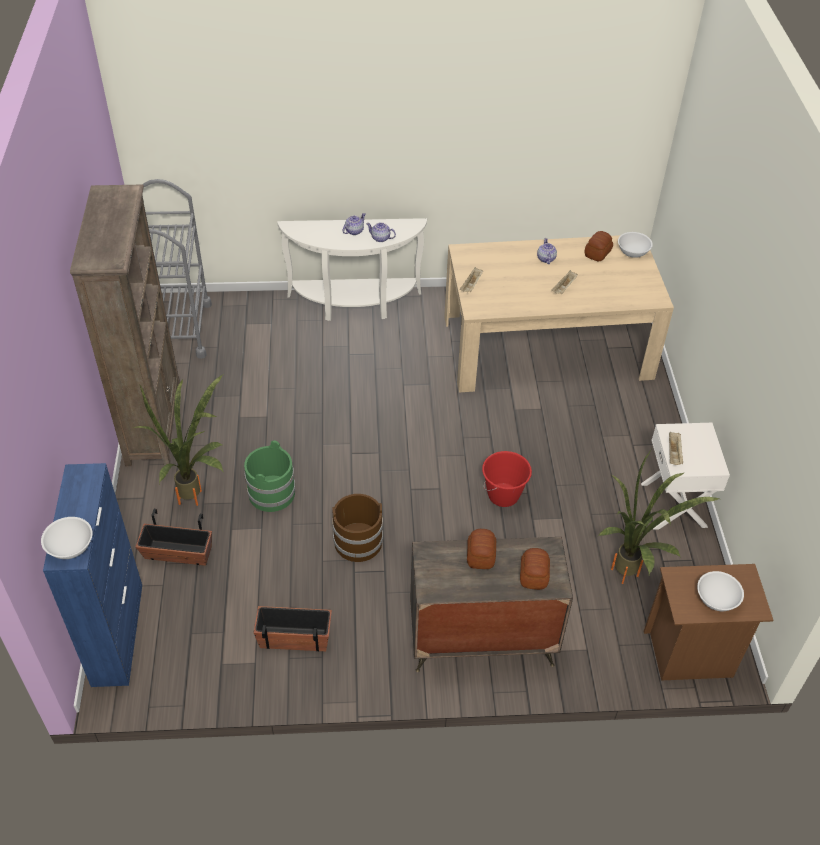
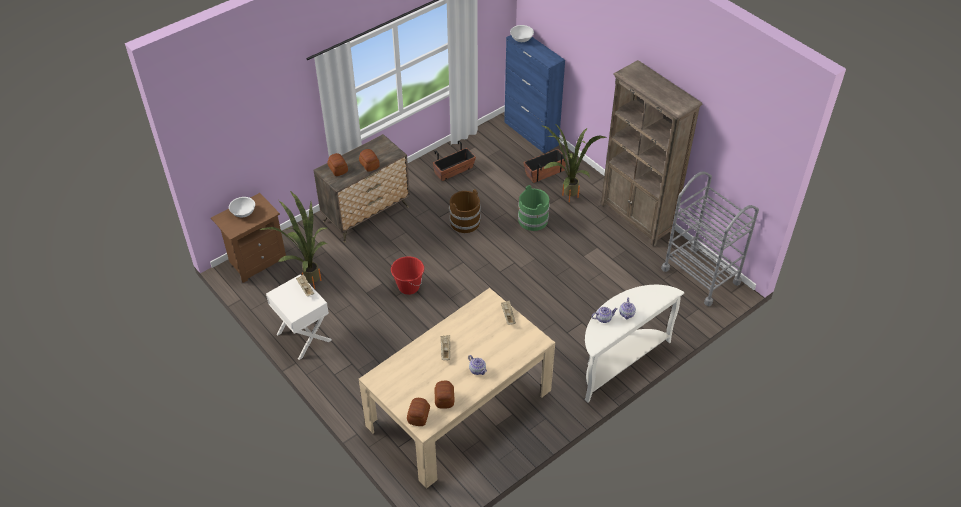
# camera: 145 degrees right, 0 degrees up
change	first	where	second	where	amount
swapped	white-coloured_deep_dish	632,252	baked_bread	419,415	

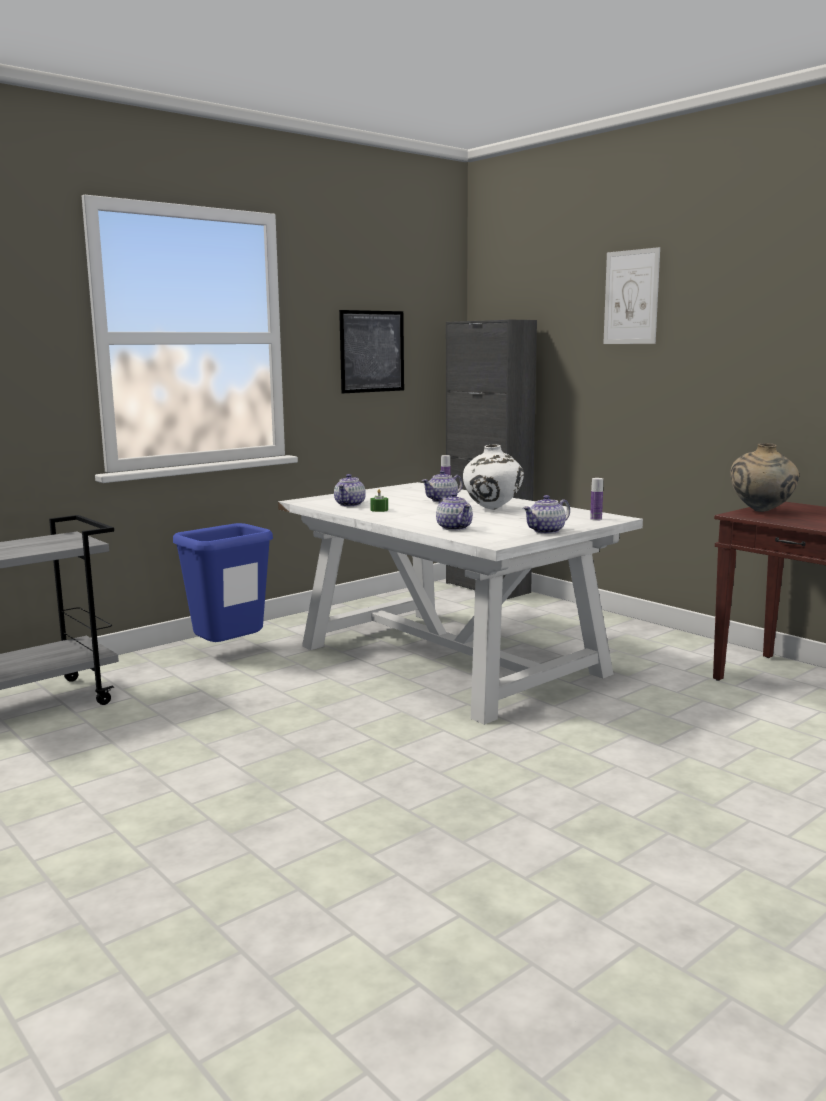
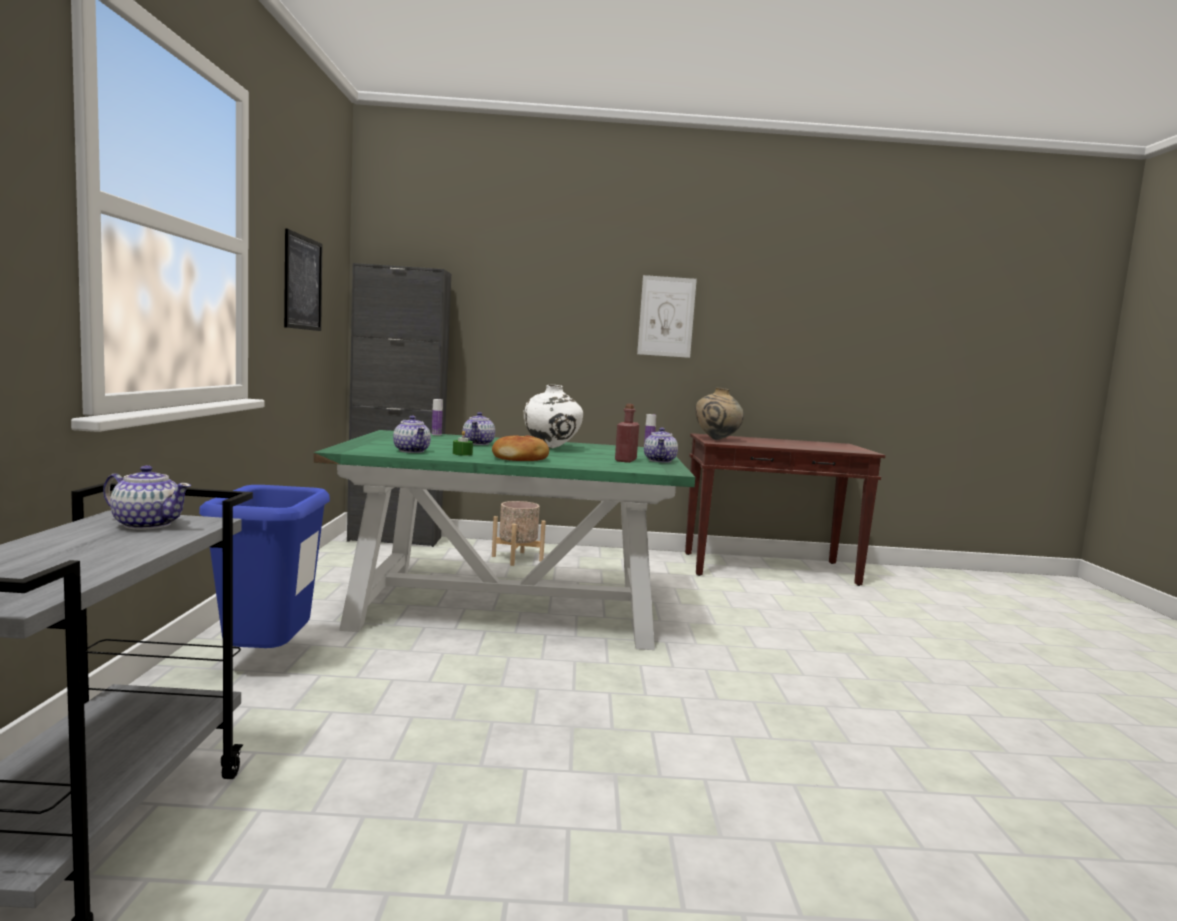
# camera: 50 degrees left, 5 degrees down
change	first	where	second	where	amount
shifted	wall_art	631,297		666,316	
repainted	white-coloured_dinner_table	451,660	green_dinner_table	510,606	
shifted	teapot	454,528		147,524	
new			red-coloured_bottle	625,460	
new			baked_bread	521,459	
new			beige-coloured_flower_pot	517,558	

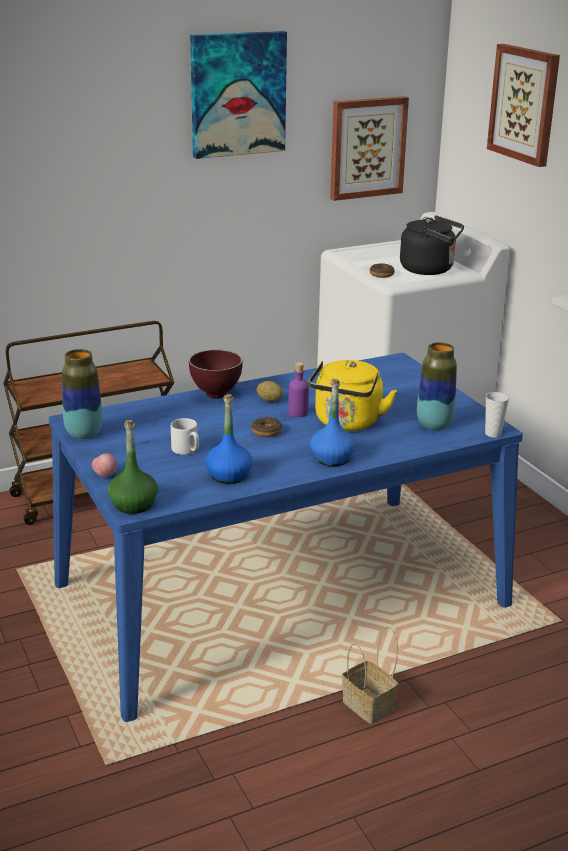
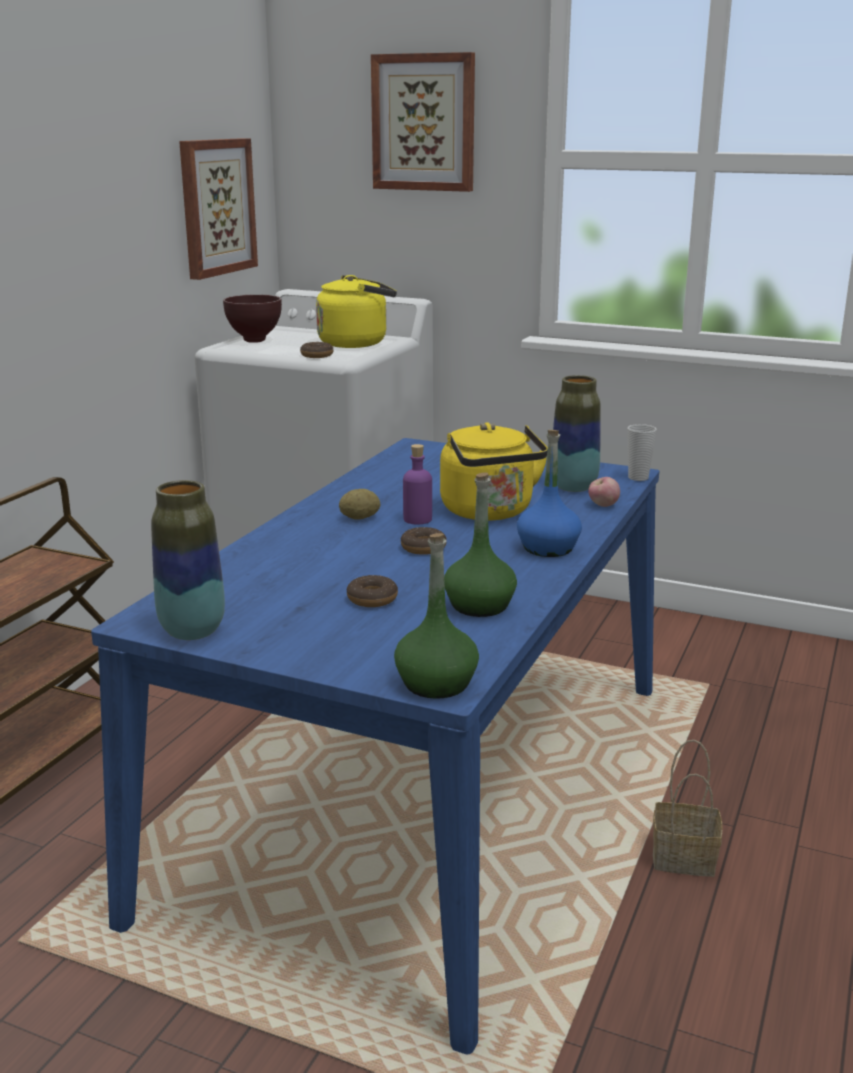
# camera: 40 degrees left, 5 degrees down
change	first	where	second	where	amount
gone	wall_art	237,94			
repainted	blackish_kettle	430,270	yellowish_kettle	357,343	
shifted	brown_deep_dish	217,395		256,340	
repainted	bluish_bottle	228,476	green_bottle	479,606	
swapped	greyish_tea_mug	187,450	donut	372,599	
shifted	apple	105,475		603,505	

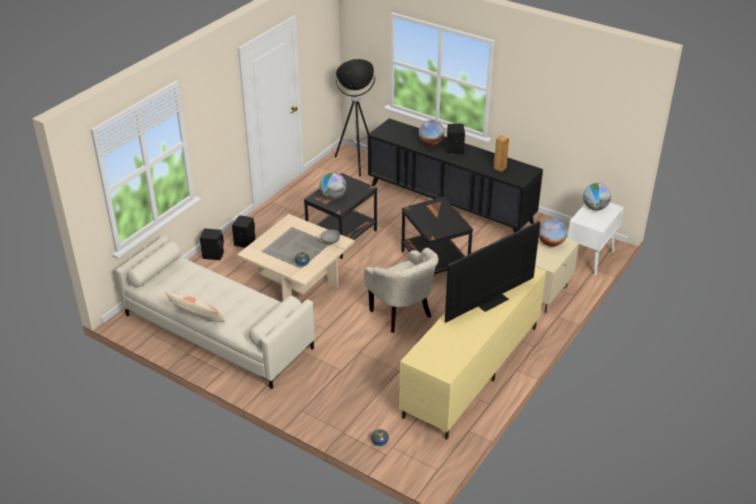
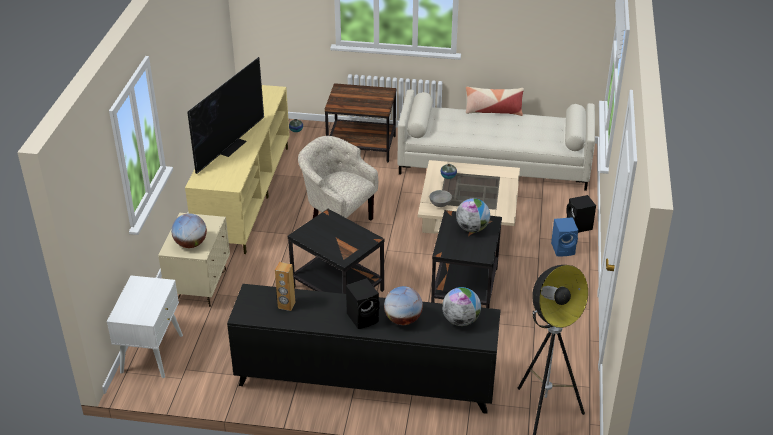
# camera: 155 degrees right, 0 degrees up
change	first	where	second	where	amount
shifted	globe	595,208		460,320	
repainted	blackish_audio_speaker	244,242	bluish_audio_speaker	564,249	
new			brown_end_table	362,146	

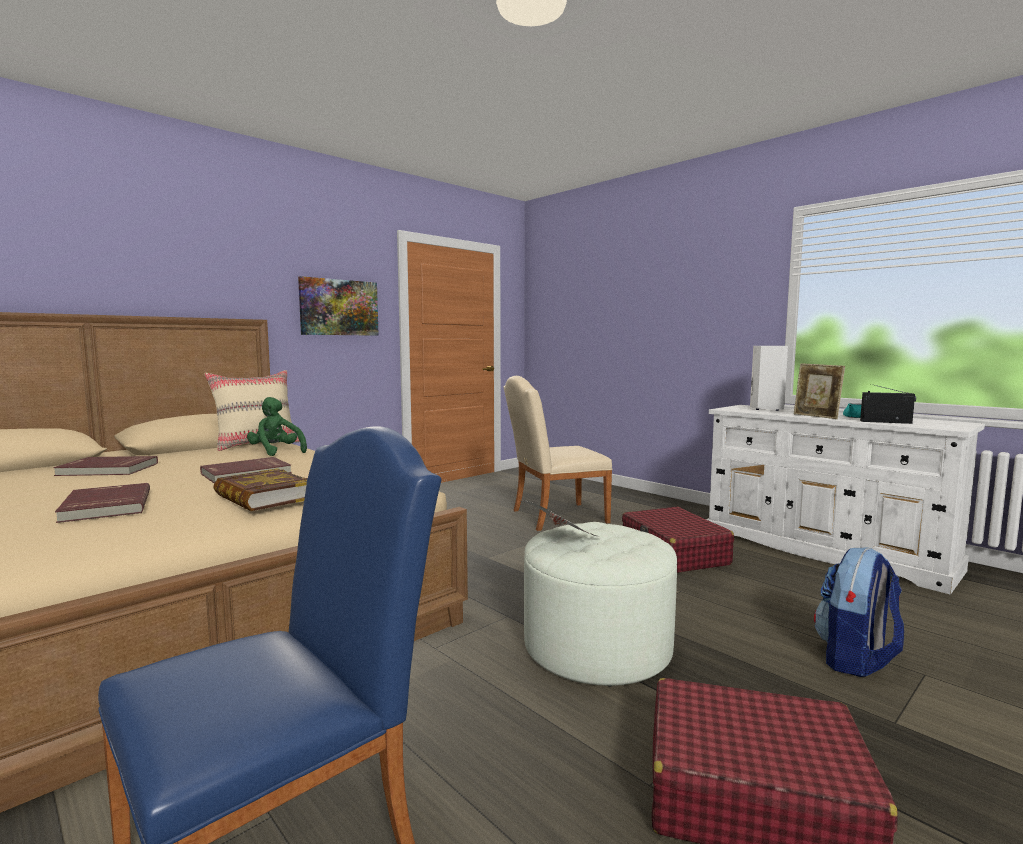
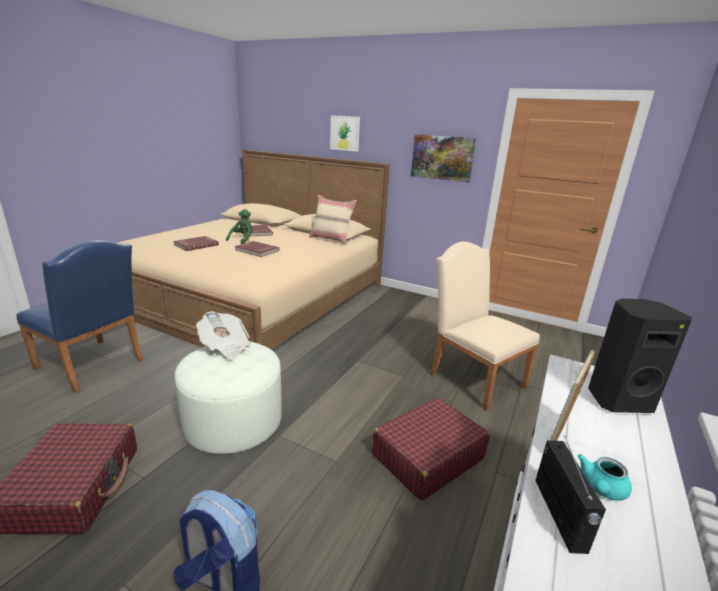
# camera: 70 degrees right, 15 degrees up
change	first	where	second	where	amount
repainted	white-coloured_audio_speaker	766,409	blackish_audio_speaker	617,400	
shifted	green_soft_toy	276,452		242,240	
gone	book	263,497			
new			wall_art	345,133	

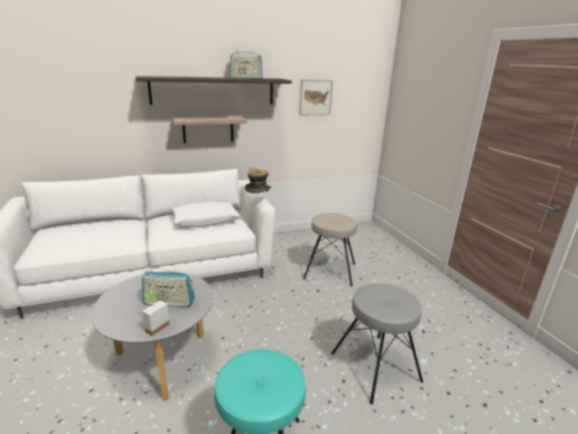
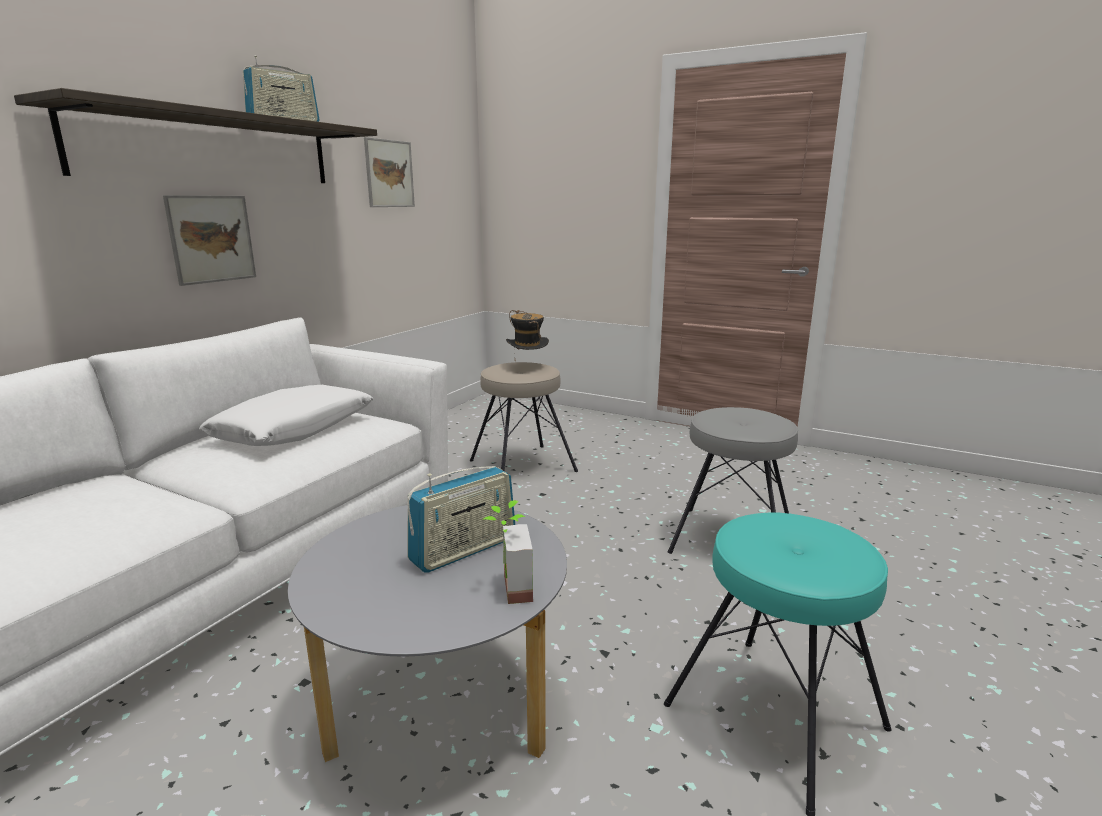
# camera: 40 degrees left, 5 degrees down
change	first	where	second	where	amount
swapped	wall_shelf	208,129	wall_art	211,239	
shifted	clothing_hat	258,201		527,366	

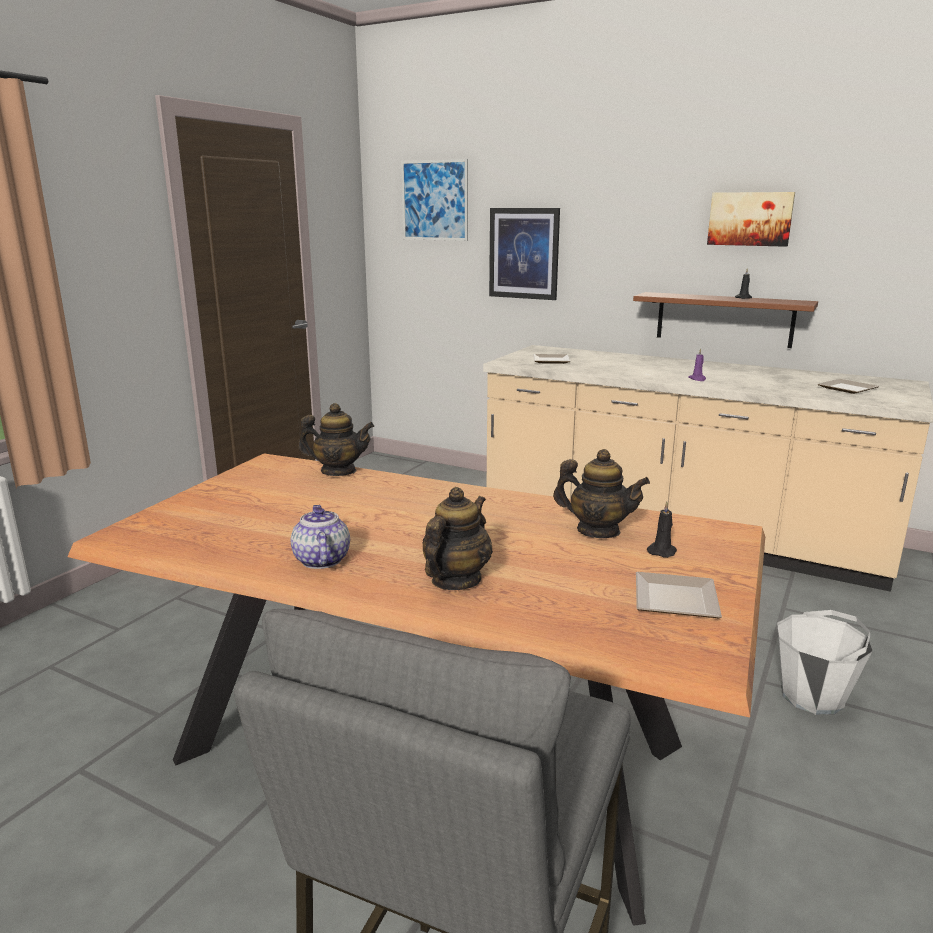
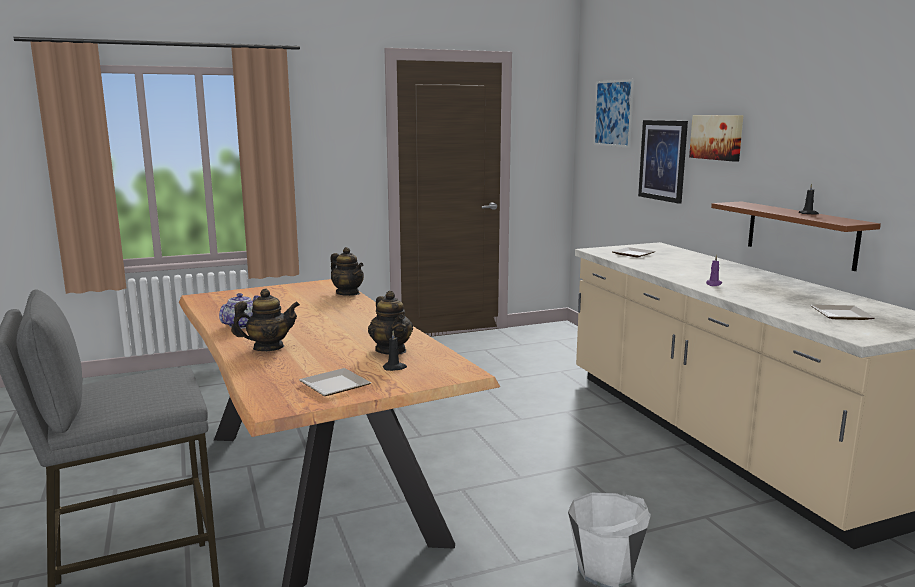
# camera: 40 degrees right, 5 degrees down
change	first	where	second	where	amount
shifted	wall_art	750,219		717,137	

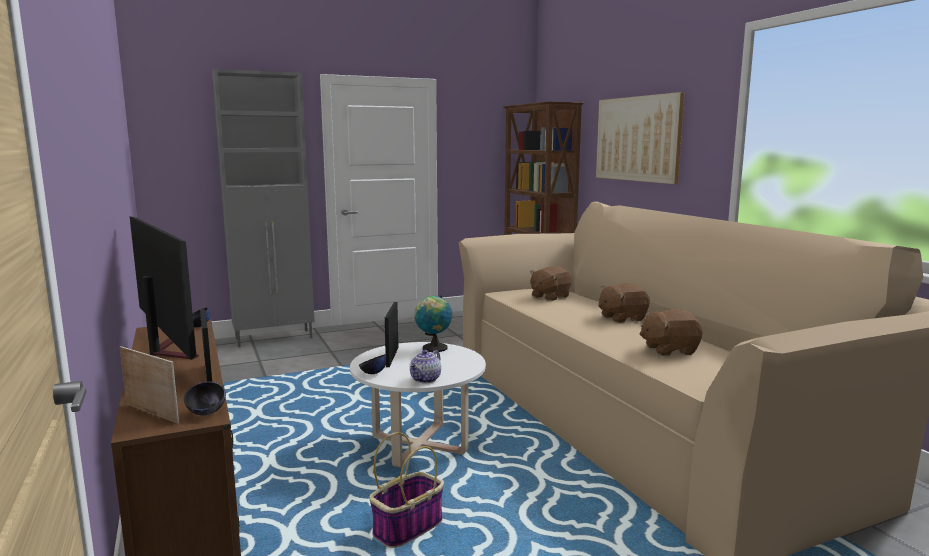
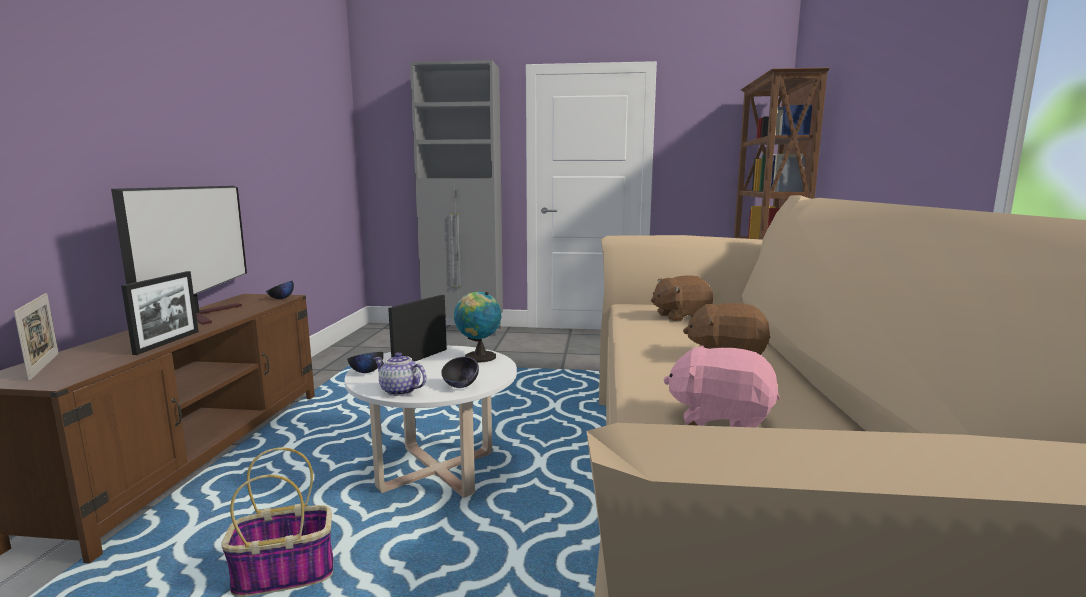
# camera: 30 degrees right, 0 degrees up
change	first	where	second	where	amount
gone	wall_art	637,139			
repainted	brown_soft_toy	669,350	pinkish_soft_toy	720,419	
rotated	teapot	426,380		399,391	60 degrees clockwise
shifted	blackish_deep_dish	206,413		460,386	

